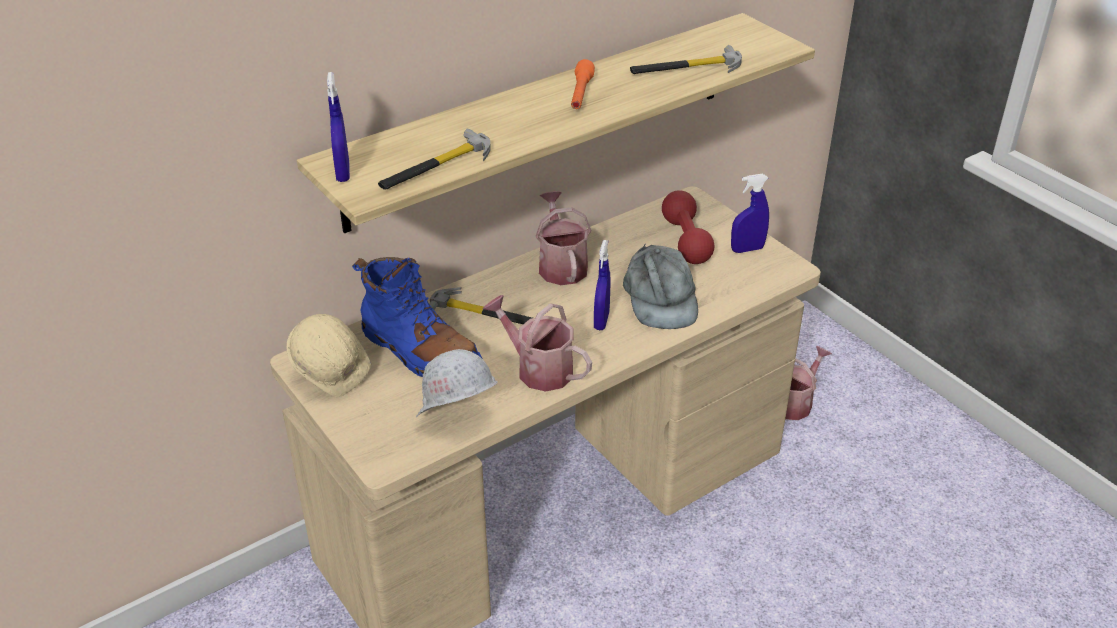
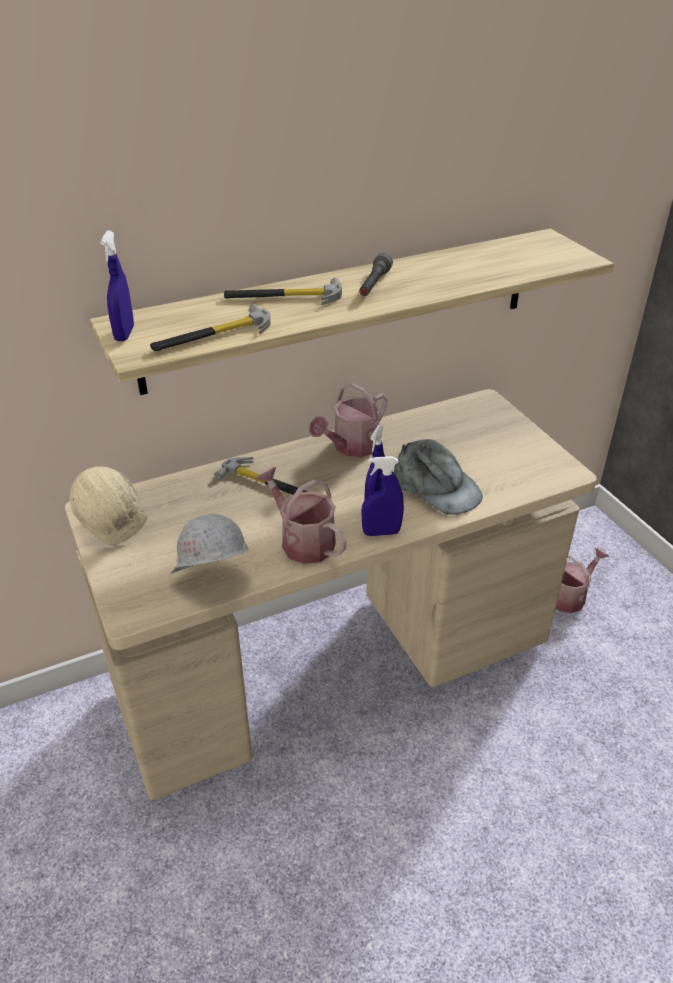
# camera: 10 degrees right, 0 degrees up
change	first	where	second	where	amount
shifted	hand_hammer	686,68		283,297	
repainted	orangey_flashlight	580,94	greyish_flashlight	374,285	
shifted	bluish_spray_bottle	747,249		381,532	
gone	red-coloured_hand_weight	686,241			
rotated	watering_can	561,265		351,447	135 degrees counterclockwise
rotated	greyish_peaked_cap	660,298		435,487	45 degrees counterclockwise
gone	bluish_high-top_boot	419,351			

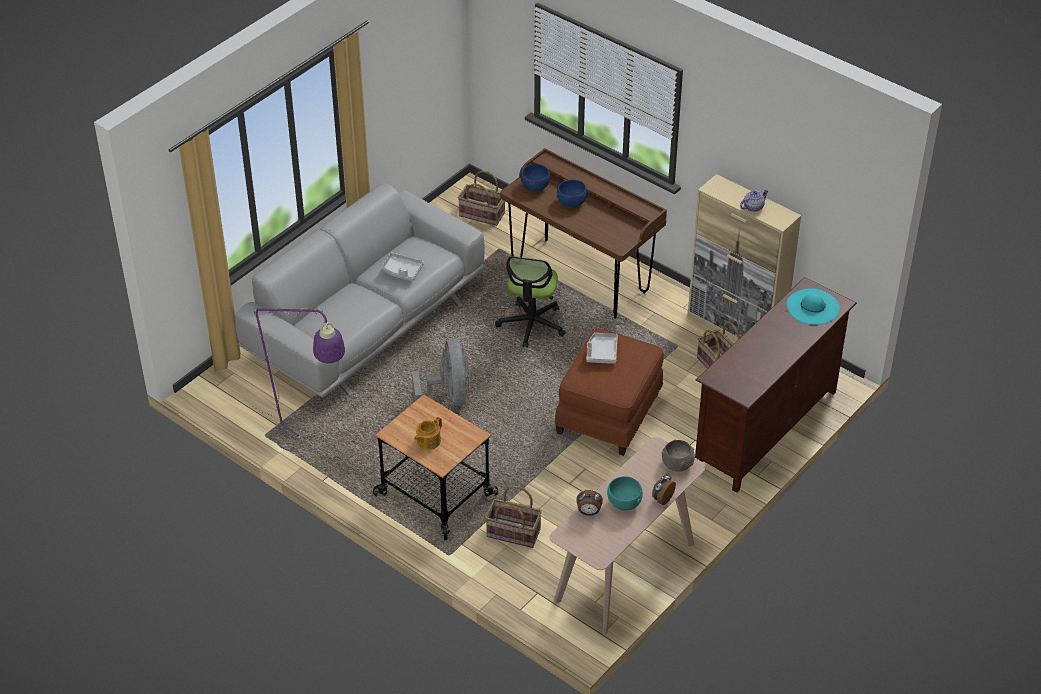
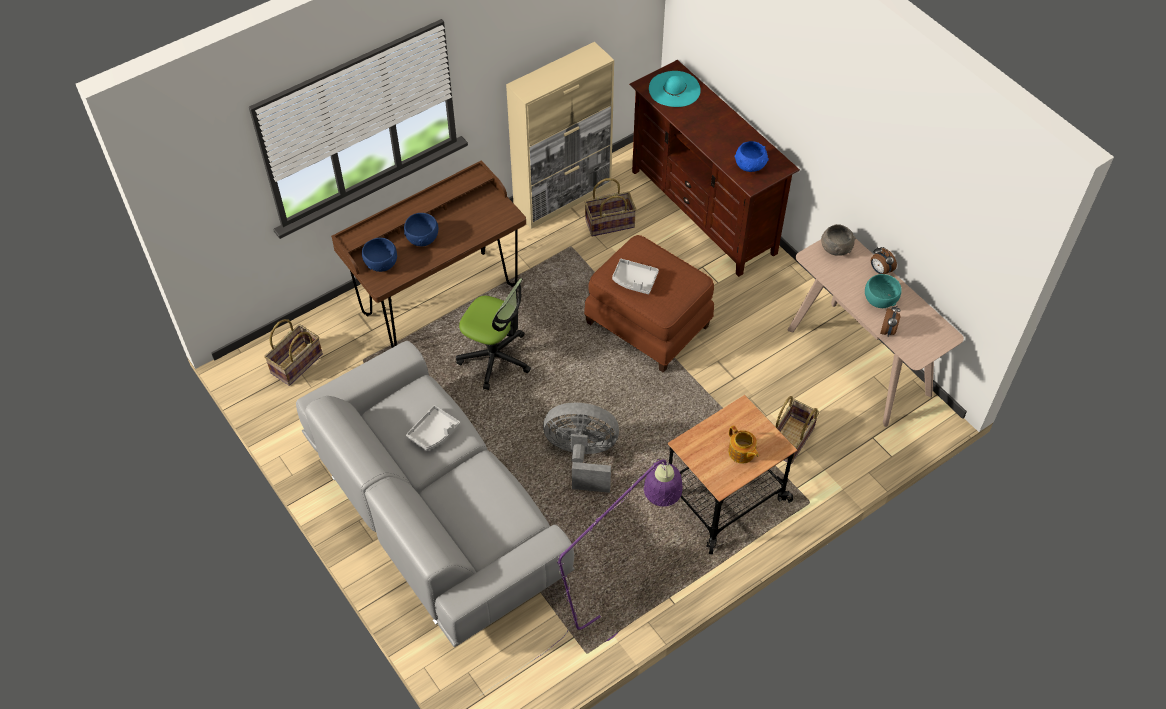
# camera: 75 degrees left, 10 degrees up
change	first	where	second	where	amount
gone	teapot	753,207			
new			bluish_deep_dish	750,165	

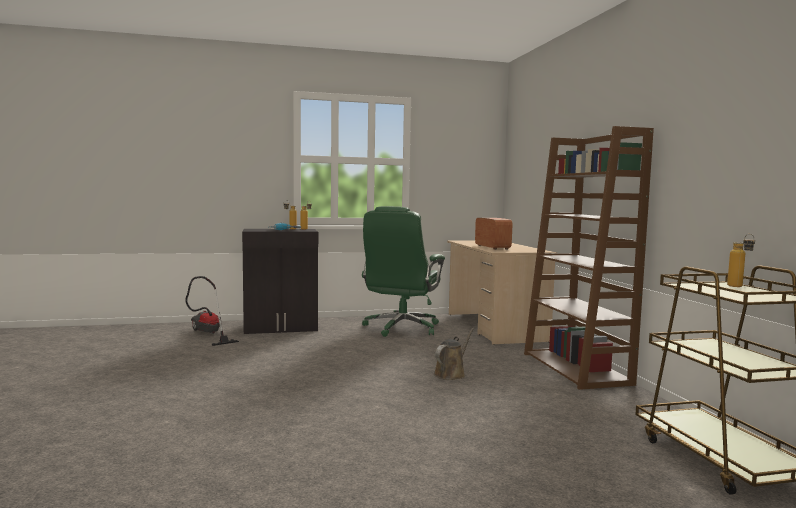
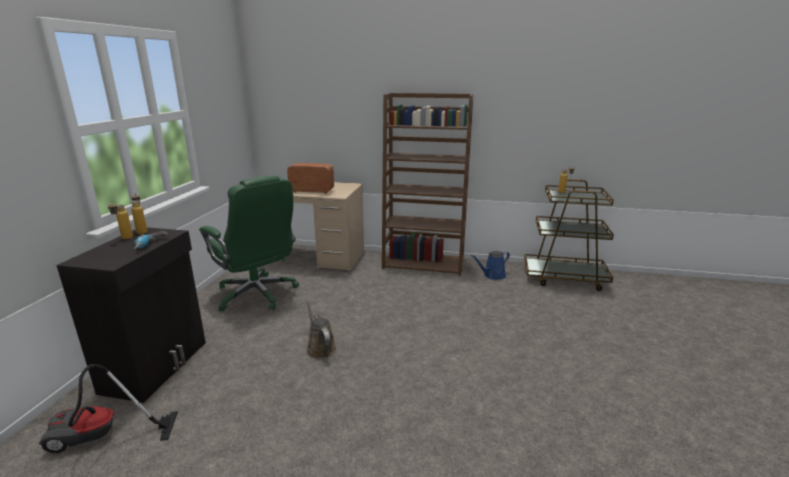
# camera: 65 degrees left, 15 degrees up
change	first	where	second	where	amount
shifted	brown_watering_can	451,374		320,348	
new			bluish_watering_can	492,275	

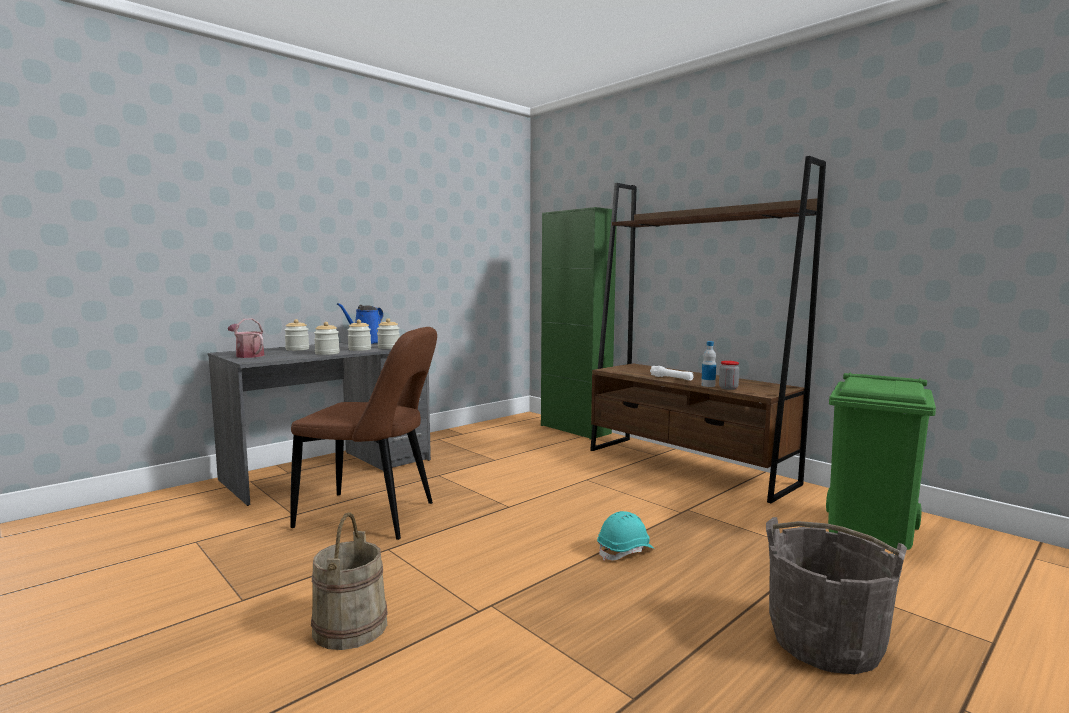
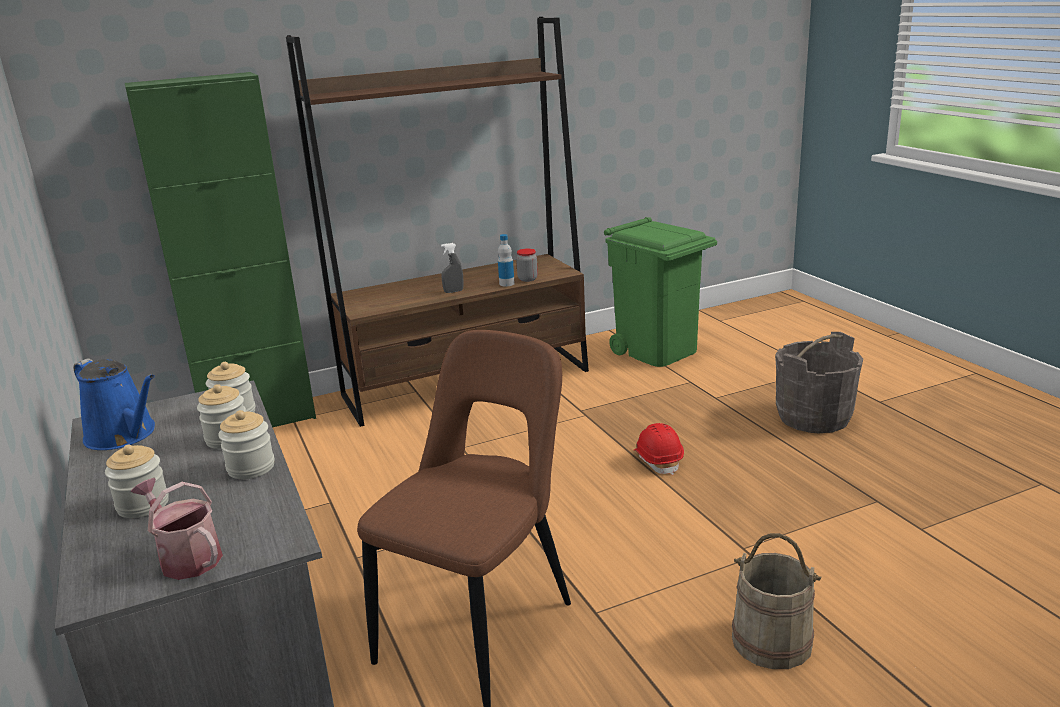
# camera: 70 degrees left, 15 degrees up
change	first	where	second	where	amount
rotated	watering_can	248,355		186,557	75 degrees clockwise
swapped	white-coloured_flashlight	671,378	greyish_spray_bottle	453,291	
repainted	blue-green_work_helmet	625,551	red-coloured_work_helmet	658,460	

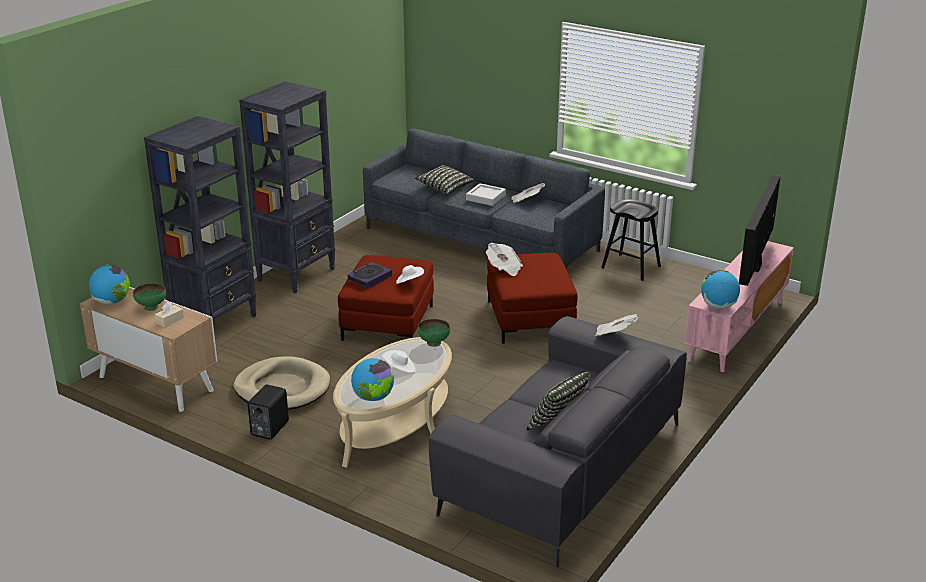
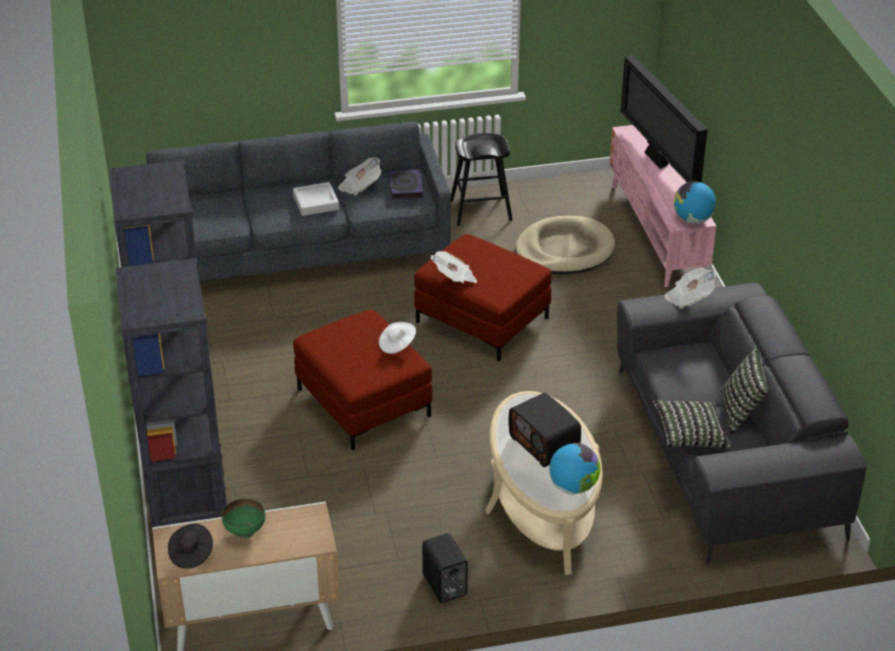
# camera: 45 degrees left, 10 degrees up
change	first	where	second	where	amount
shifted	throw_pillow	445,188		690,434	
shifted	book	369,278		405,188	
swapped	globe	112,302	blackish_clothing_hat	191,553	
gone	beige-coloured_box_of_tissues	170,320			
gone	green_deep_dish	433,343			
swapped	white-coloured_clothing_hat	399,369	radio_set	545,443	
shifted	beige-coloured_dog_cushion	282,388		564,250	

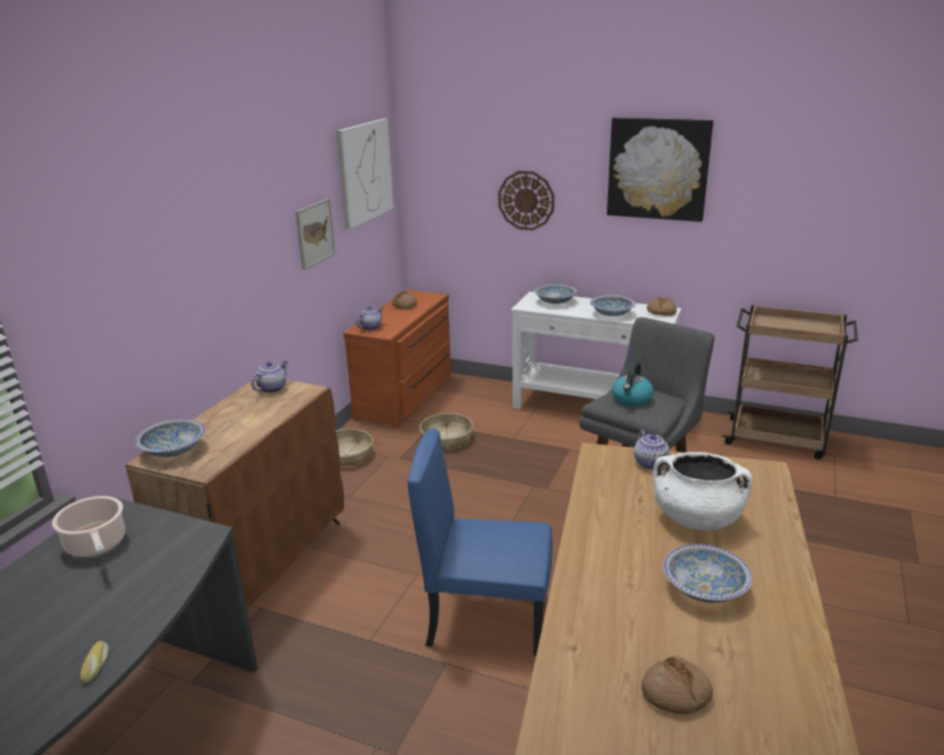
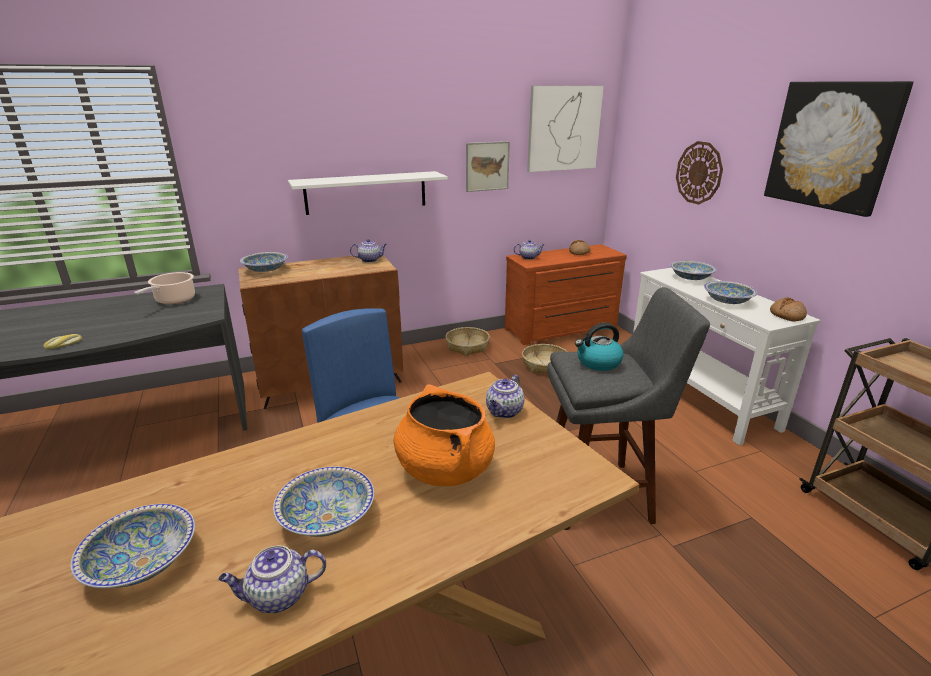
# camera: 45 degrees right, 0 degrees up
change	first	where	second	where	amount
repainted	white-coloured_saucepot	696,518	orangey_saucepot	444,469	
swapped	baked_bread	676,694	deep_dish	142,563	
new			white-coloured_wall_shelf	366,192	
new			teapot	277,597	

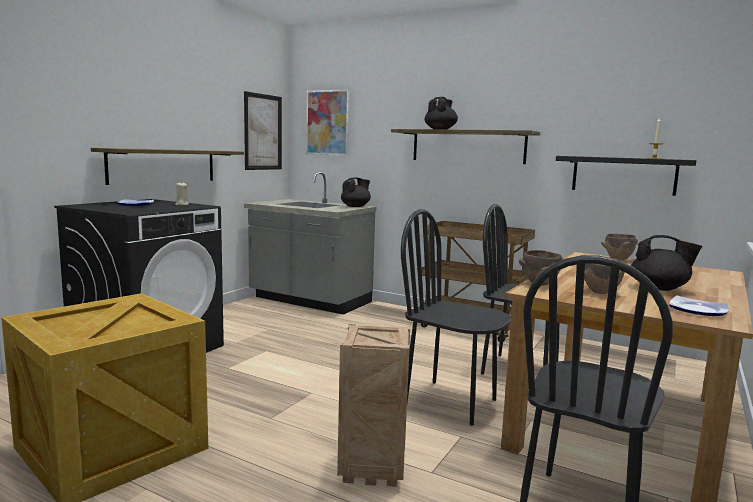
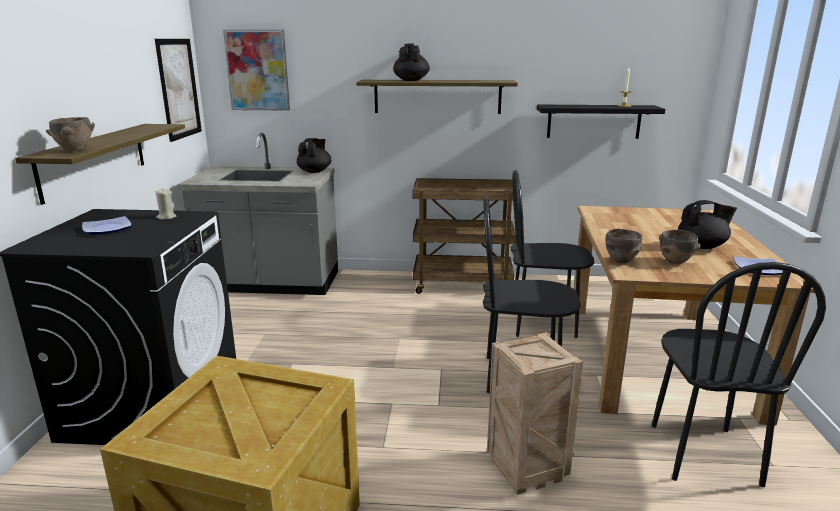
# camera: 25 degrees left, 10 degrees up
change	first	where	second	where	amount
shifted	brown_deep_dish	618,259		75,150	

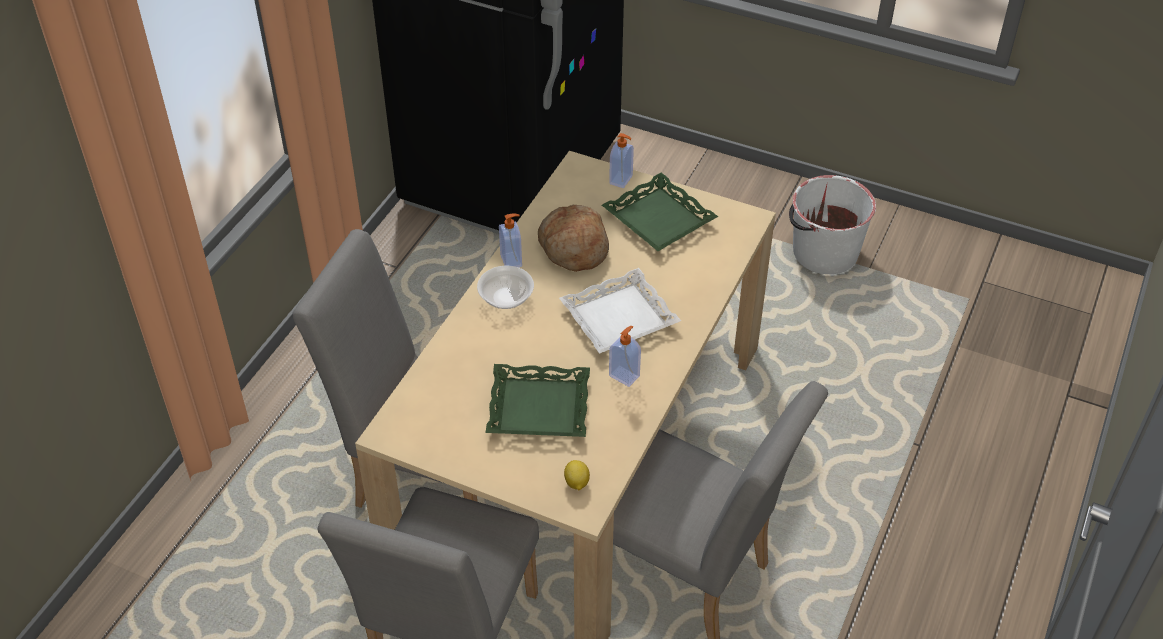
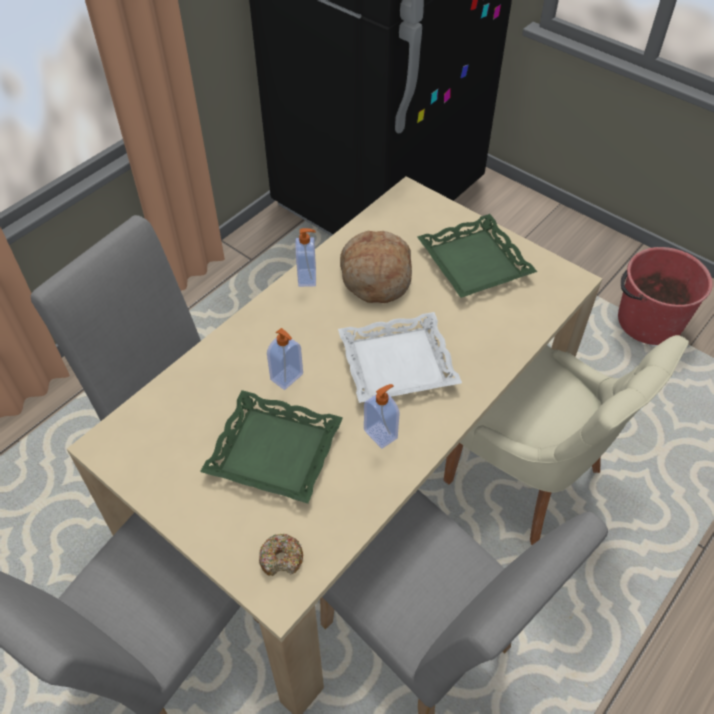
# camera: 15 degrees right, 5 degrees up
change	first	where	second	where	amount
shifted	soap_dispenser	621,180		287,378	
repainted	white-coloured_pail	824,252	red-coloured_pail	648,321	
gone	deep_dish	506,298			
swapped	citrus_fruit	576,483	donut	281,558	
new			beige-coloured_chair	528,478	

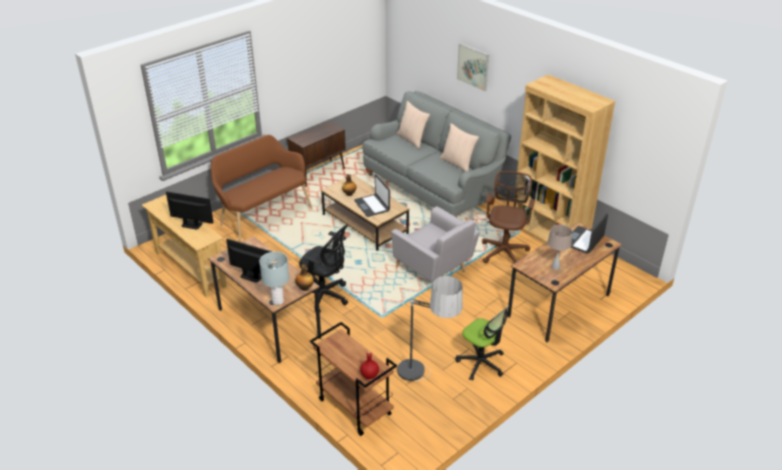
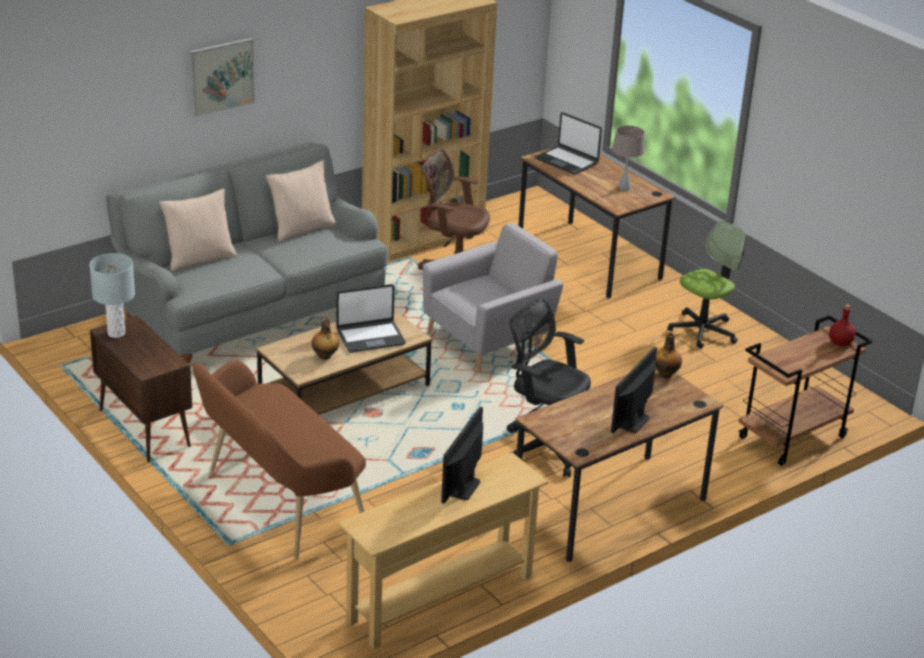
# camera: 85 degrees left, 5 degrees down
change	first	where	second	where	amount
rotated	blackish_desk_chair	325,296		545,446	90 degrees counterclockwise
shifted	greyish_lamp_for_a_table	278,301		116,333	
gone	floor_lamp	426,384			

